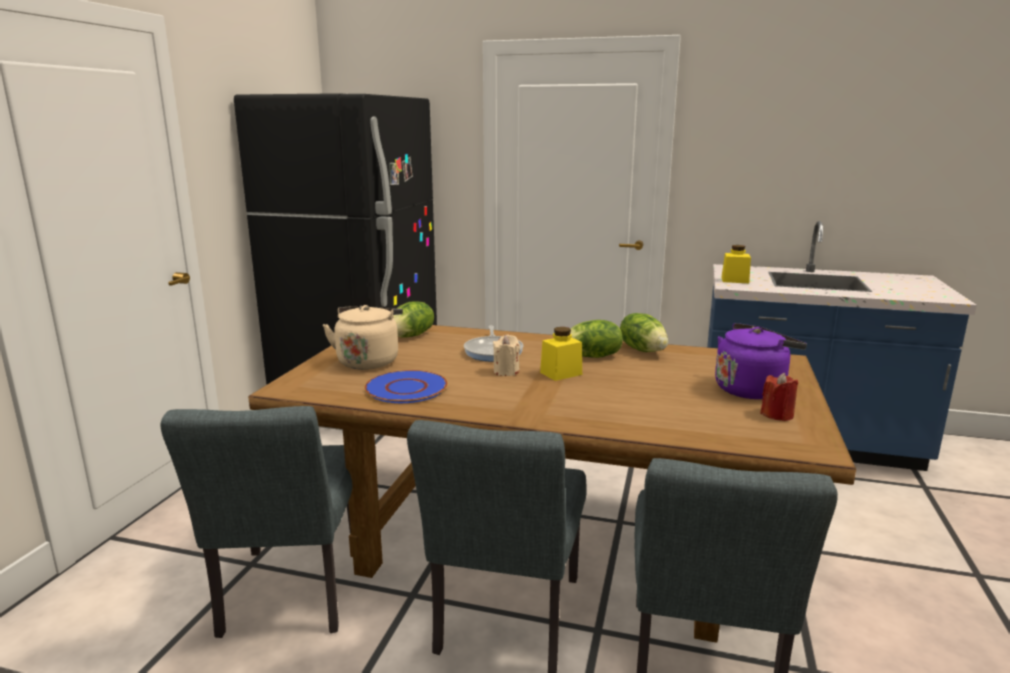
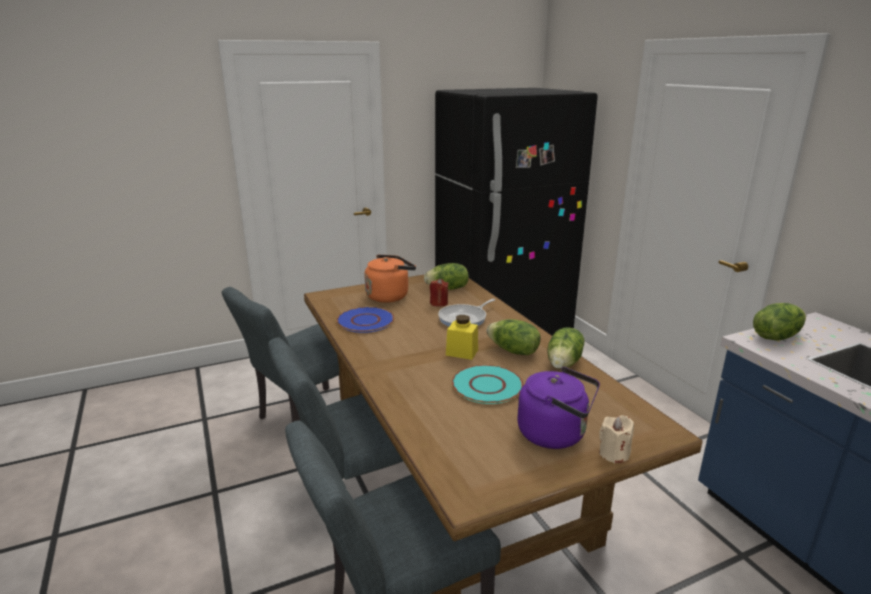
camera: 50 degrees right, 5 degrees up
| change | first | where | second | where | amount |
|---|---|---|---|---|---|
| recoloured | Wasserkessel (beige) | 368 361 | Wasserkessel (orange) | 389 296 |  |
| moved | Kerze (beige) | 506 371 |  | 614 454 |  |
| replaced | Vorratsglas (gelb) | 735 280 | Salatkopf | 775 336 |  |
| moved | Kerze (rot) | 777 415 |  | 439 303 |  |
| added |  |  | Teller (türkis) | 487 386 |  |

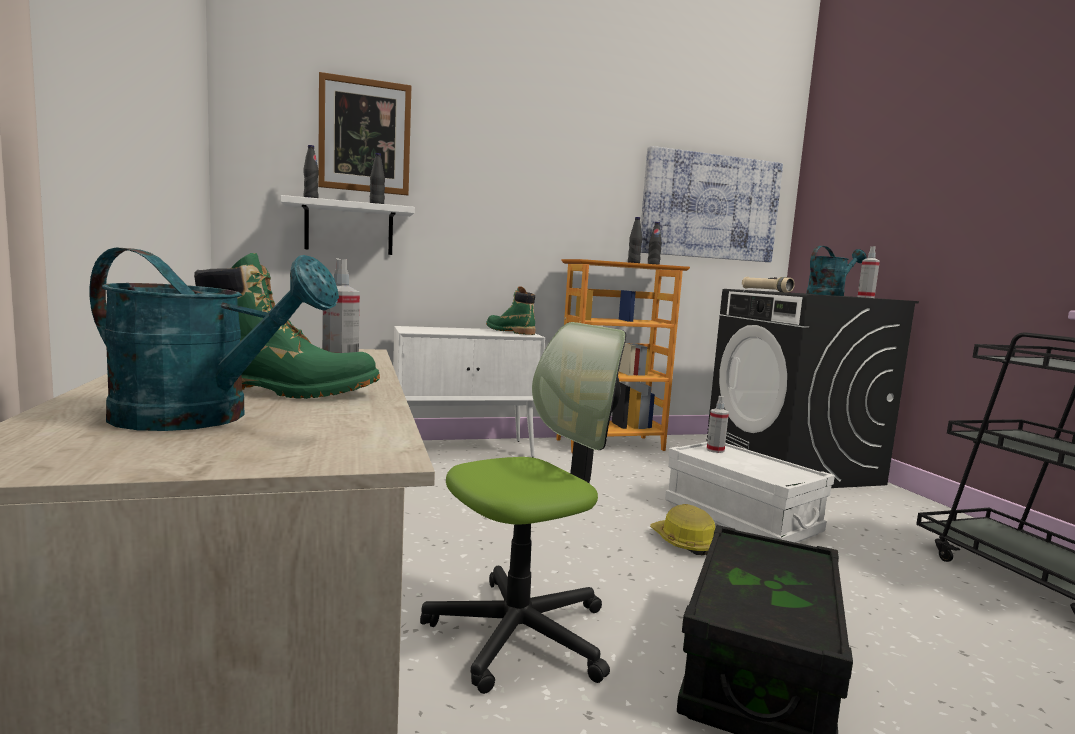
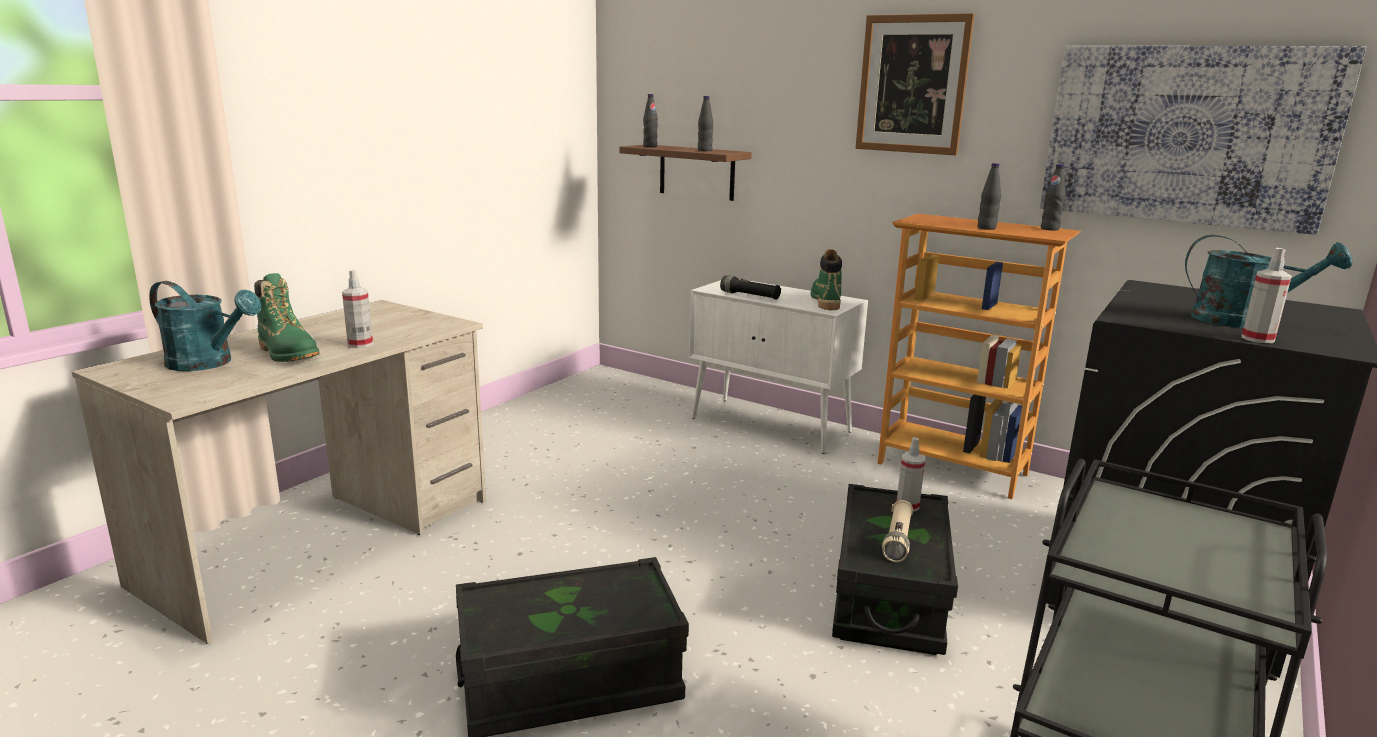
camera: 50 degrees right, 10 degrees up
| change | first | where | second | where | amount |
|---|---|---|---|---|---|
| turned | Gießkanne (türkis) | 201 418 |  | 209 363 | 45 degrees counterclockwise |
| recoloured | Wandregal (weiß) | 349 228 | Wandregal (braun) | 696 172 |  |
| moved | Bild | 365 136 |  | 912 84 |  |
| removed | Bürostuhl | 520 633 |  |  |  |
| removed | Schutzhelm | 683 542 |  |  |  |
| recoloured | Aufbewahrungsbox (weiß) | 741 517 | Aufbewahrungsbox (schwarz) | 888 597 |  |
| moved | Taschenlampe (beige) | 766 291 |  | 897 540 |  |
| added |  |  | Taschenlampe (schwarz) | 749 296 |  |

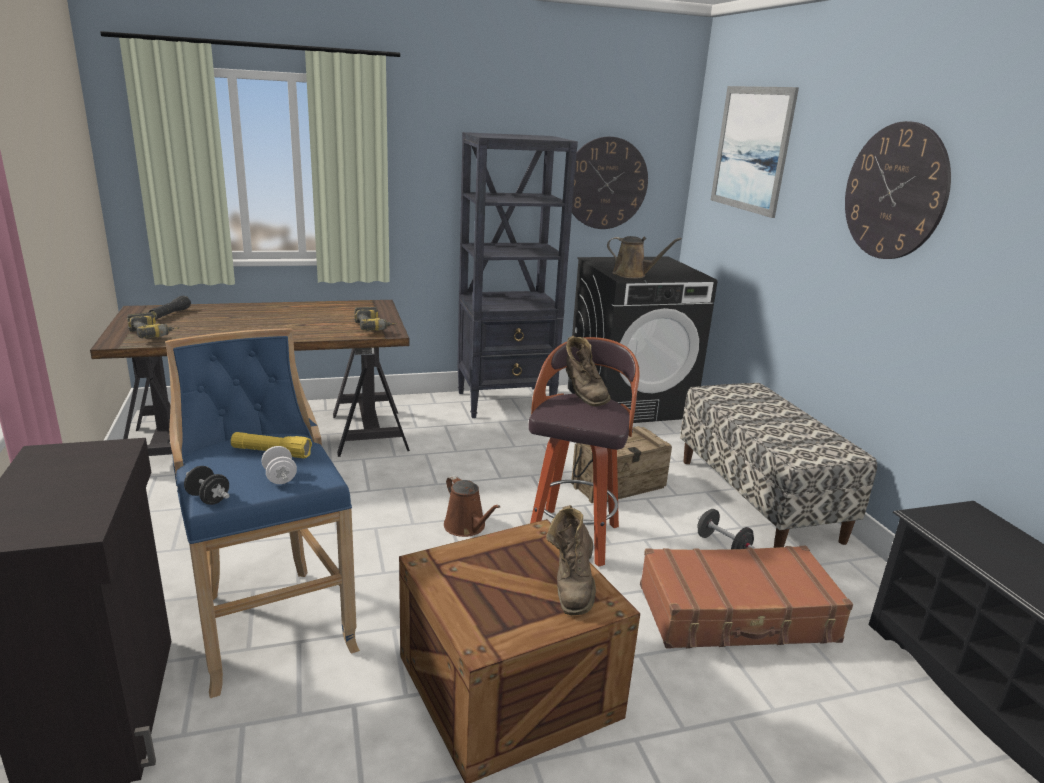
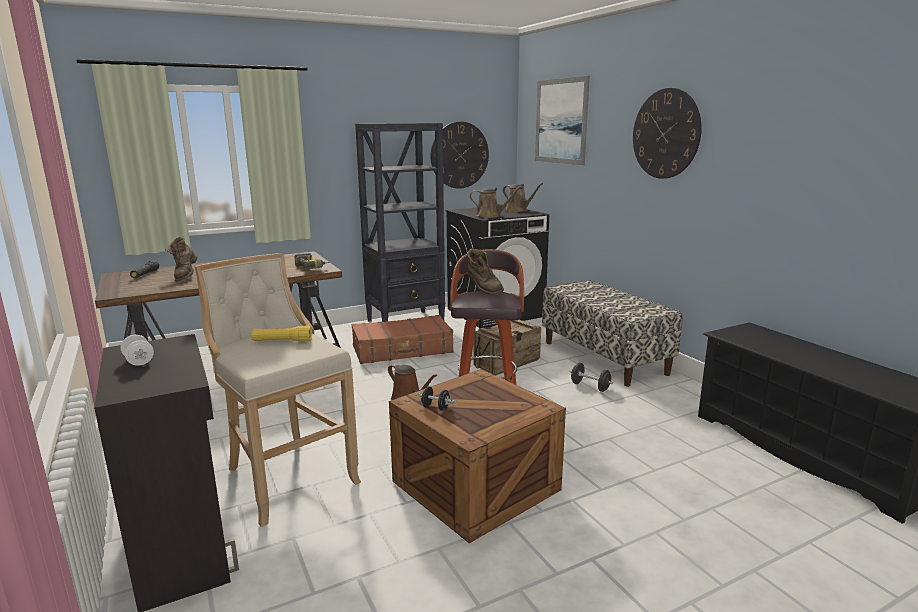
camera: 10 degrees left, 5 degrees down
| change | first | where | second | where | amount |
|---|---|---|---|---|---|
| removed | Bohrmaschine | 155 334 |  |  |  |
| recoloured | Hocker (blau) | 271 622 | Hocker (beige) | 286 476 |  |
| moved | Hantel (schwarz) | 208 498 |  | 435 408 |  |
| moved | Hantel (weiß) | 280 477 |  | 139 361 |  |
| moved | Stiefel (braun) | 572 587 |  | 185 277 |  |
| moved | Koffer (braun) | 737 614 |  | 403 350 |  |
| added |  |  | Gießkanne (braun) | 518 210 |  |

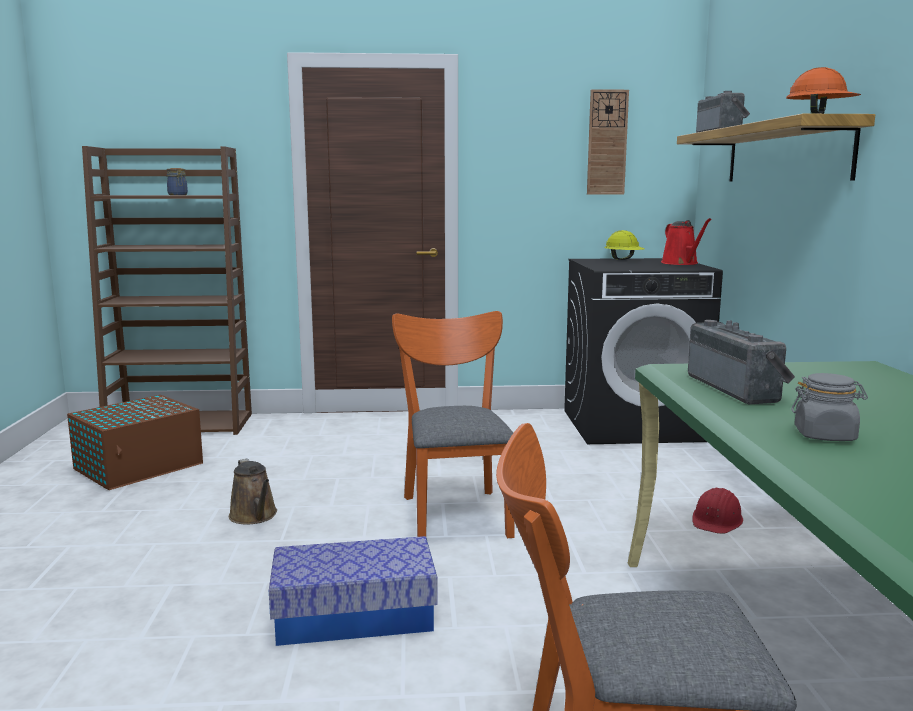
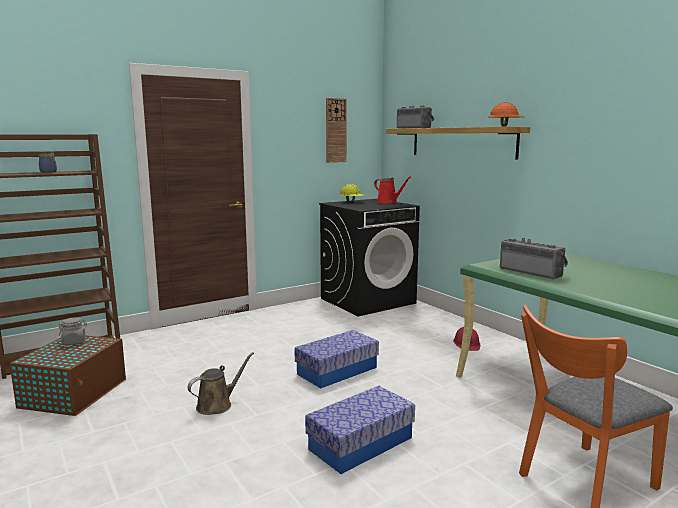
camera: 30 degrees left, 0 degrees up
| change | first | where | second | where | amount |
|---|---|---|---|---|---|
| turned | Gießkanne (braun) | 254 516 |  | 217 405 | 75 degrees counterclockwise |
| replaced | Stuhl (orange) | 455 511 | Aufbewahrungsbox | 337 371 |  |
| moved | Vorratsglas (grau) | 825 435 |  | 74 342 |  |

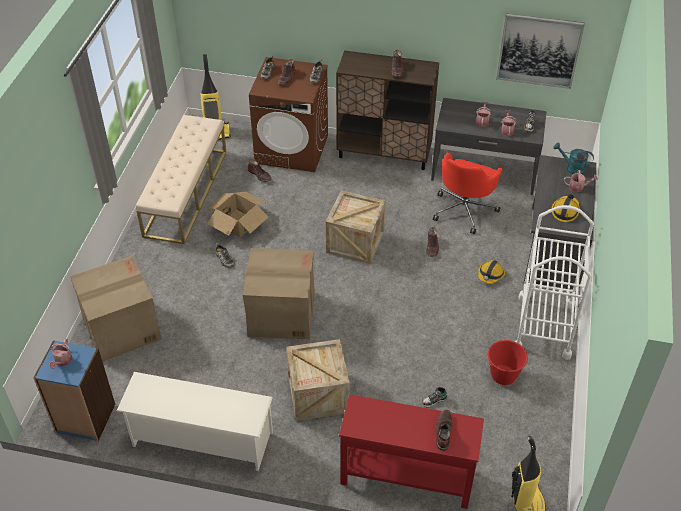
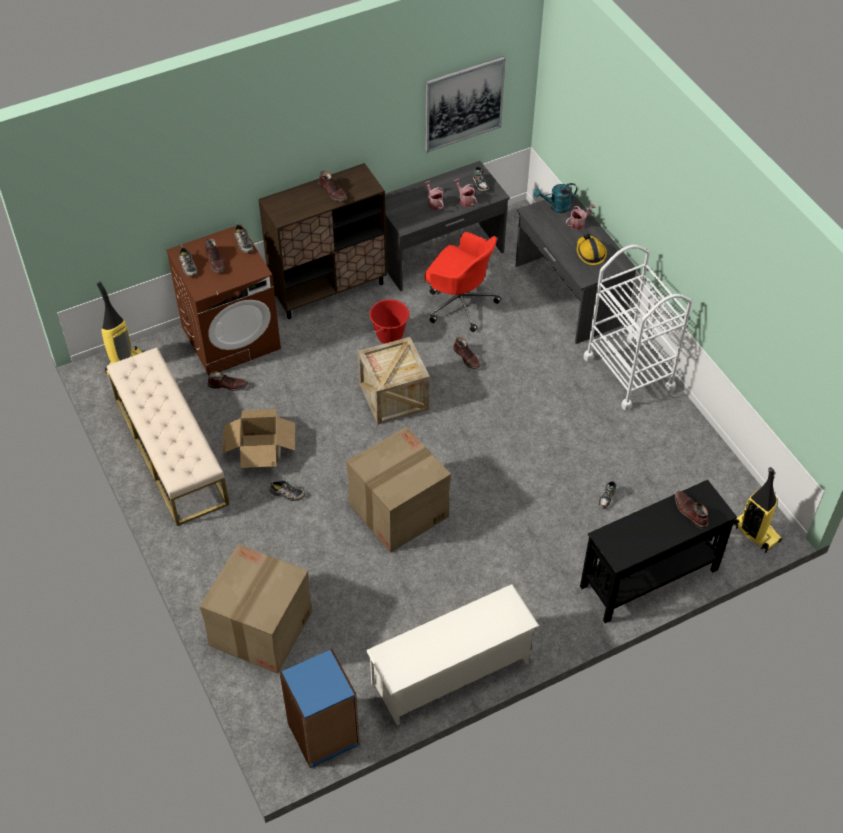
camera: 40 degrees left, 5 degrees up
| change | first | where | second | where | amount |
|---|---|---|---|---|---|
| removed | Gießkanne | 62 361 |  |  |  |
| removed | Kiste | 318 394 |  |  |  |
| recoloured | Konsolentisch (rot) | 406 476 | Konsolentisch (schwarz) | 648 578 |  |
| turned | Bürostuhl (rot) | 464 209 |  | 459 303 | 45 degrees counterclockwise |
| removed | Schutzhelm | 490 275 |  |  |  |
| moved | Eimer (rot) | 503 375 |  | 390 336 |  |

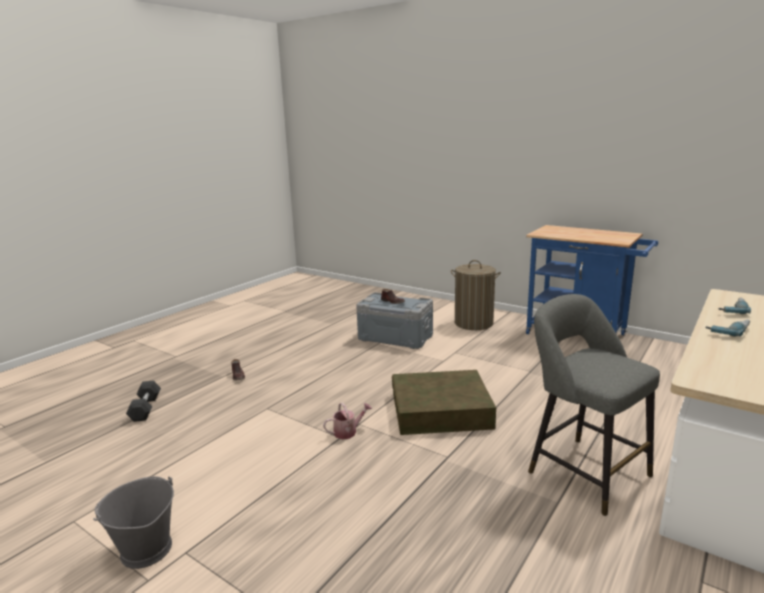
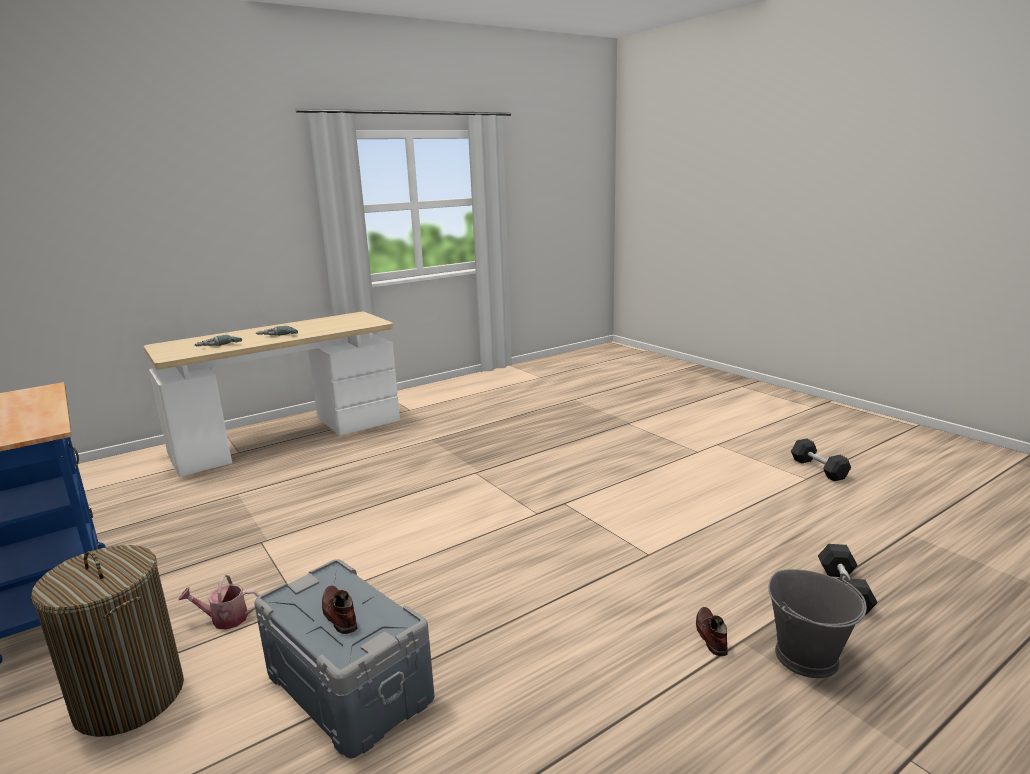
camera: 160 degrees left, 0 degrees up
| change | first | where | second | where | amount |
|---|---|---|---|---|---|
| moved | Eimer (grau) | 145 550 |  | 807 656 |  |
| moved | Gießkanne | 348 432 |  | 224 619 |  |
| removed | Aufbewahrungsbox (braun) | 441 410 |  |  |  |
| removed | Hocker (grau) | 583 471 |  |  |  |
| added |  |  | Hantel (schwarz) | 818 469 |  |

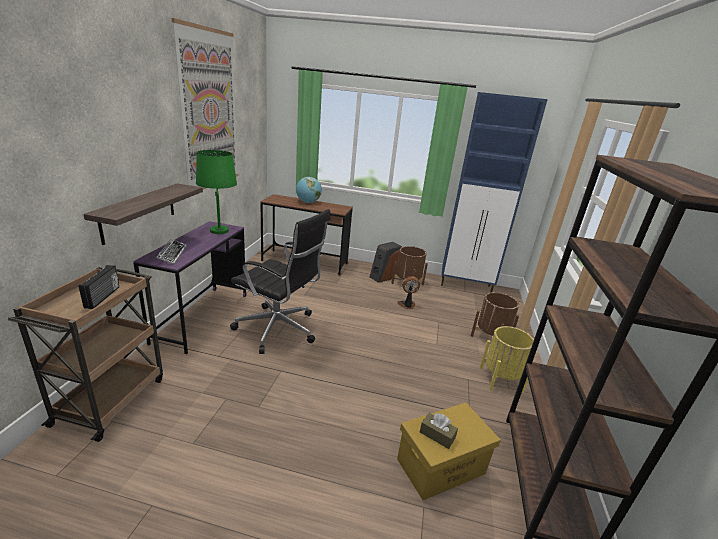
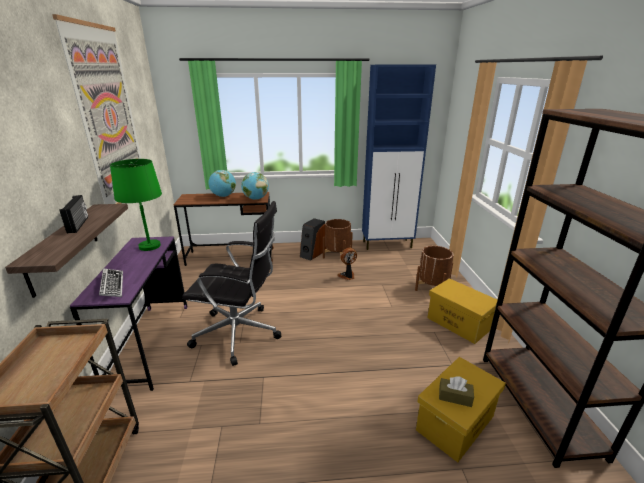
camera: 15 degrees left, 0 degrees up
| change | first | where | second | where | amount |
|---|---|---|---|---|---|
| moved | Radio | 103 297 |  | 79 224 |  |
| replaced | Pflanzkübel (gelb) | 501 379 | Aufbewahrungsbox (gelb) | 459 323 |  |
| added |  |  | Globus | 256 199 |  |

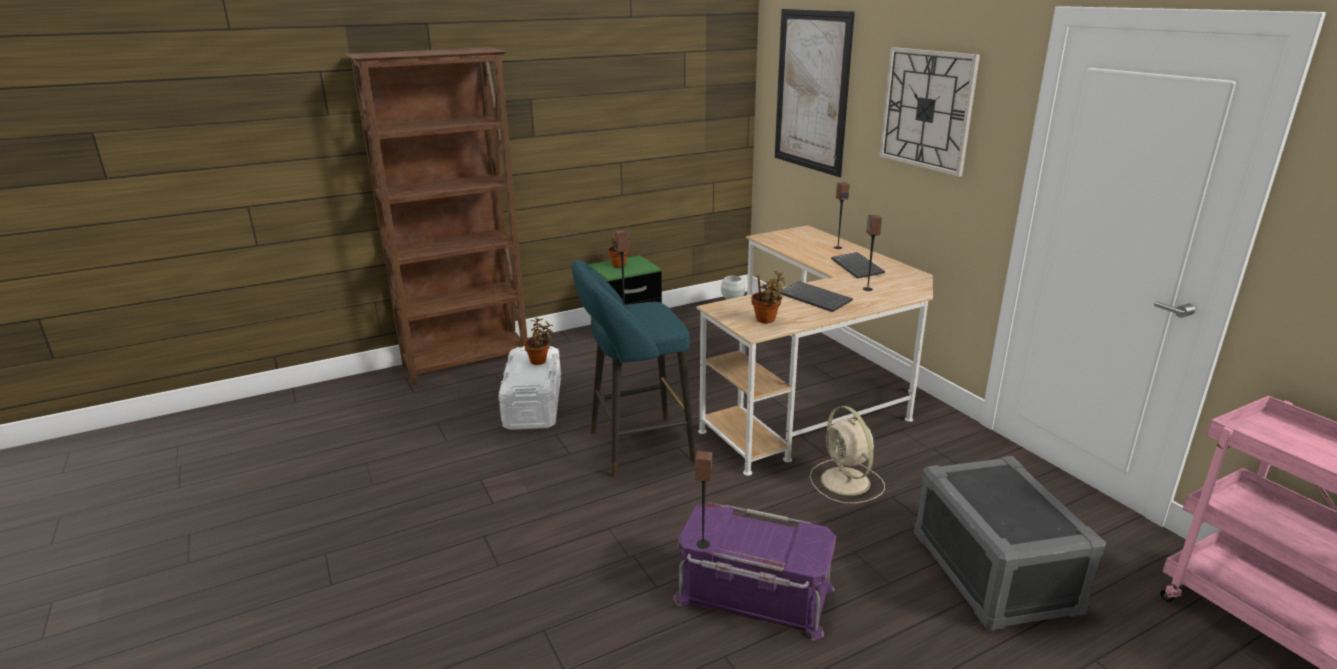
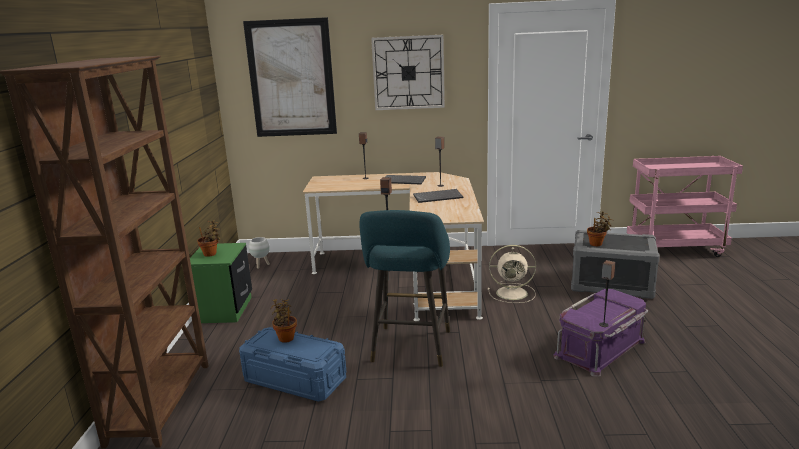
camera: 60 degrees left, 5 degrees down
| change | first | where | second | where | amount |
|---|---|---|---|---|---|
| recoloured | Aufbewahrungsbox (weiß) | 533 404 | Aufbewahrungsbox (blau) | 295 379 |  |
| moved | Topfpflanze | 766 320 |  | 597 244 |  |

